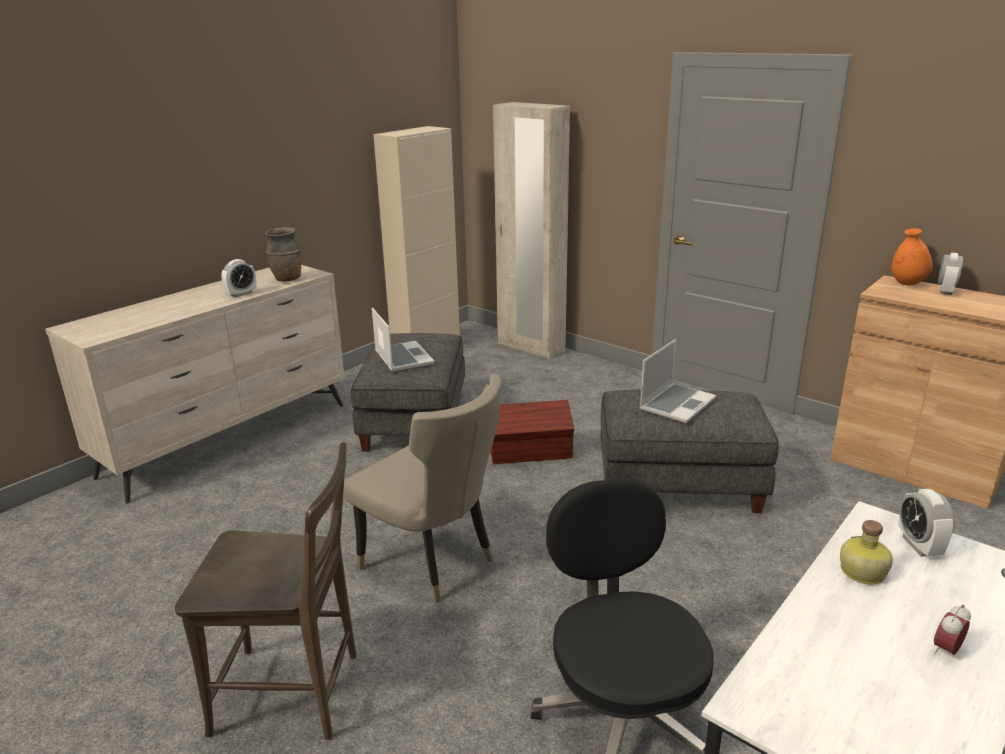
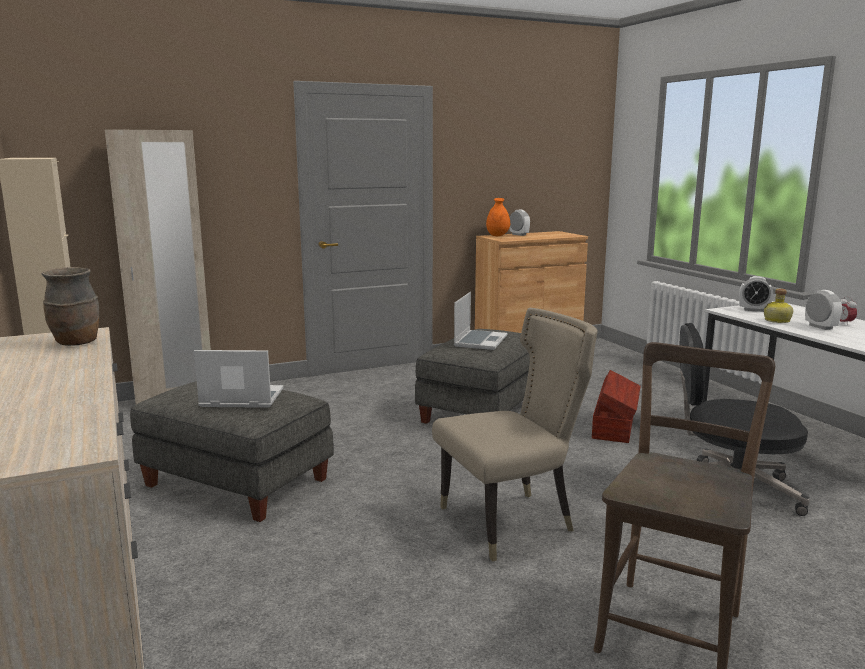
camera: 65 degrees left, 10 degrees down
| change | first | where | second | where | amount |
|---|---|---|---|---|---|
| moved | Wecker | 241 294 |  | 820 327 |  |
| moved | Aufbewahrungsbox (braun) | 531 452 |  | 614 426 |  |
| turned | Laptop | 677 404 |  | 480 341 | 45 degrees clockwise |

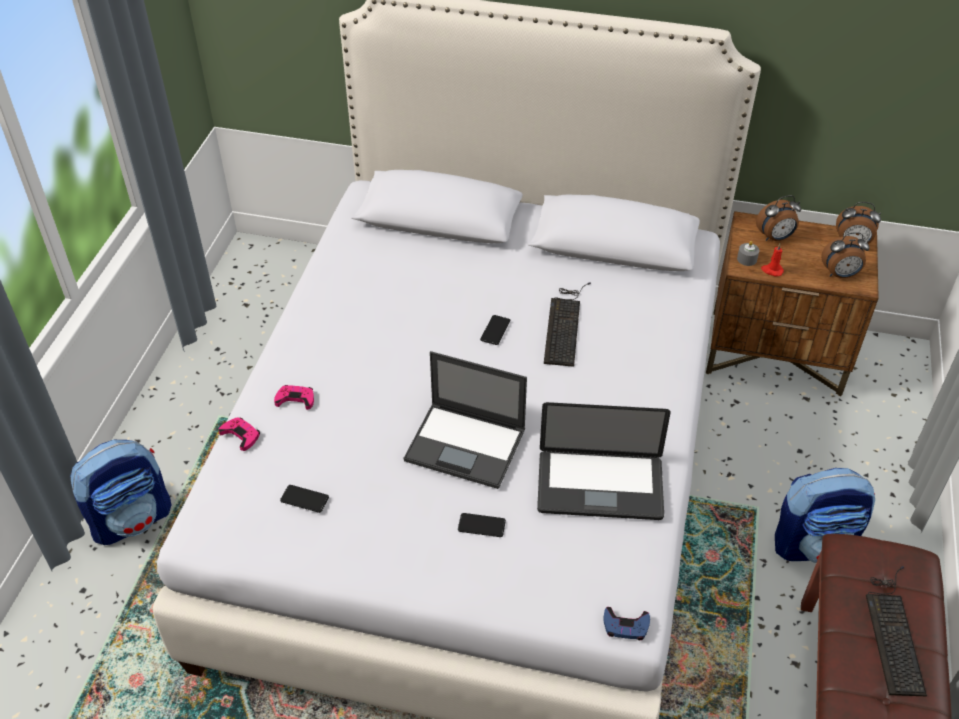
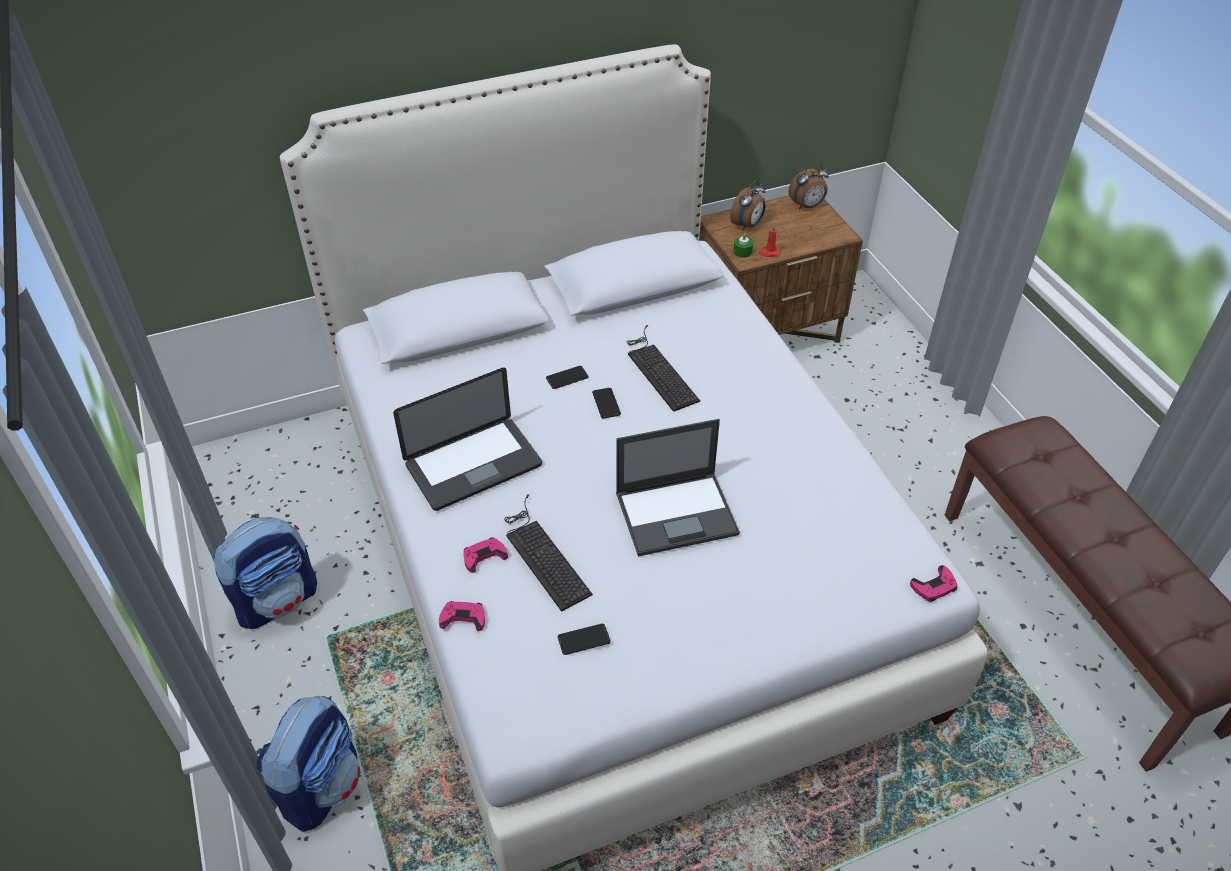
camera: 35 degrees left, 0 degrees up
| change | first | where | second | where | amount |
|---|---|---|---|---|---|
| moved | Handy | 481 525 |  | 567 378 |  |
| moved | Laptop | 600 486 |  | 473 465 |  |
| recoloured | Gamepad (blau) | 625 626 | Gamepad (rosa) | 934 587 |  |
| recoloured | Kerze (grau) | 747 259 | Kerze (grün) | 742 252 |  |
| moved | Rucksack | 814 544 |  | 278 600 |  |
| removed | Wecker | 840 274 |  |  |  |
| moved | Tastatur | 893 631 |  | 543 554 |  |

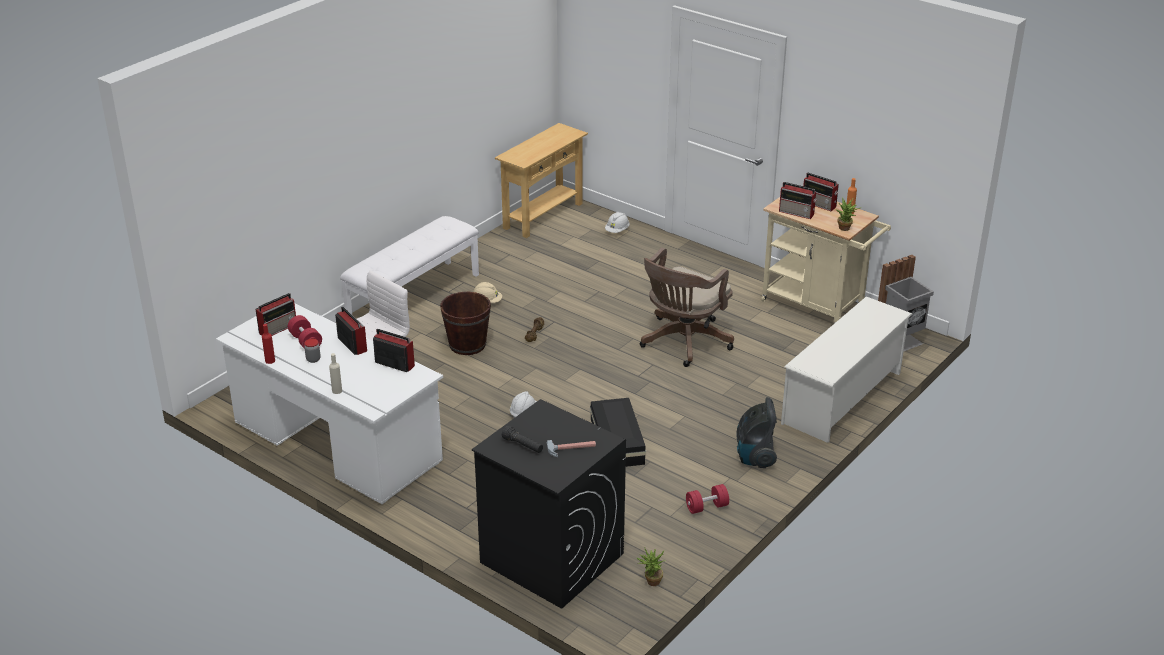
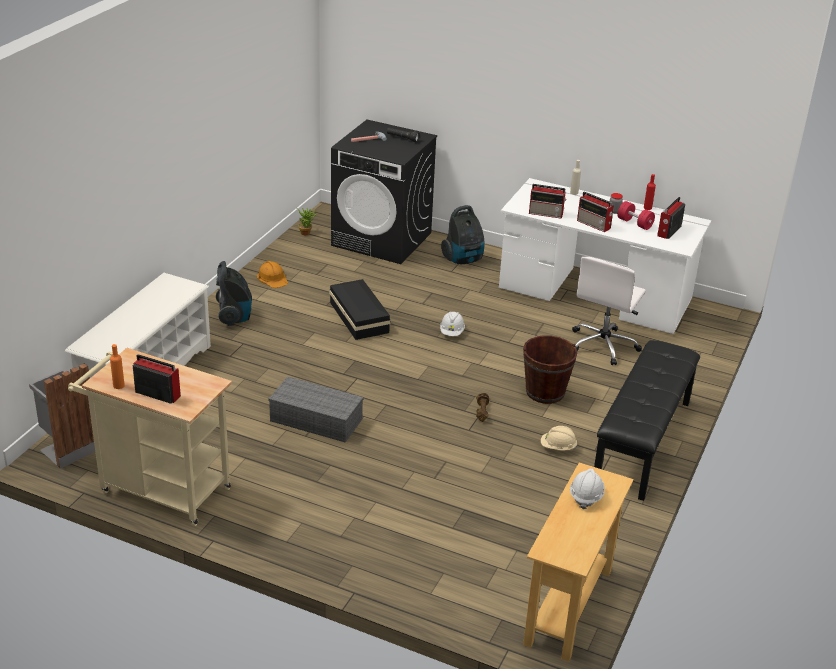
camera: 165 degrees right, 0 degrees up
| change | first | where | second | where | amount |
|---|---|---|---|---|---|
| recoloured | Bank (weiß) | 413 297 | Bank (schwarz) | 643 442 |  |
| moved | Schutzhelm (weiß) | 617 230 |  | 586 496 |  |
| replaced | Bürostuhl (braun) | 683 343 | Aufbewahrungsbox (grau) | 317 420 |  |
| replaced | Hantel (rot) | 706 507 | Schutzhelm (orange) | 272 278 |  |
| removed | Radio | 797 213 |  |  |  |
| removed | Topfpflanze | 845 229 |  |  |  |
| added |  |  | Staubsauger | 463 259 |  |

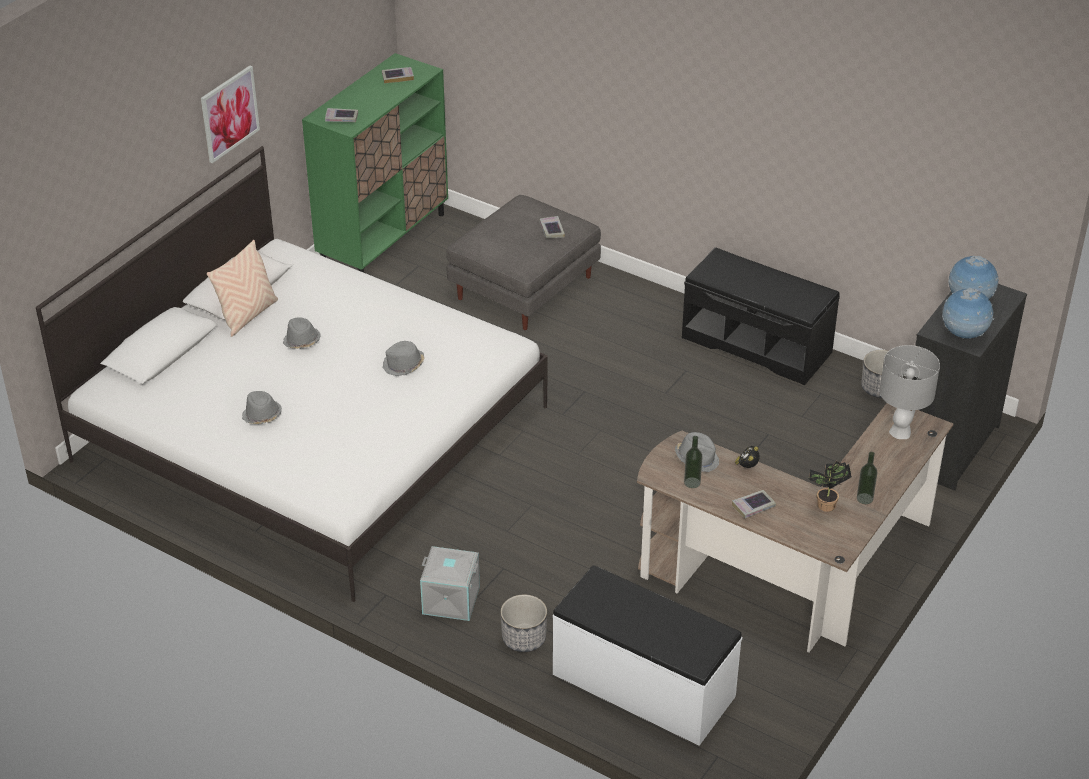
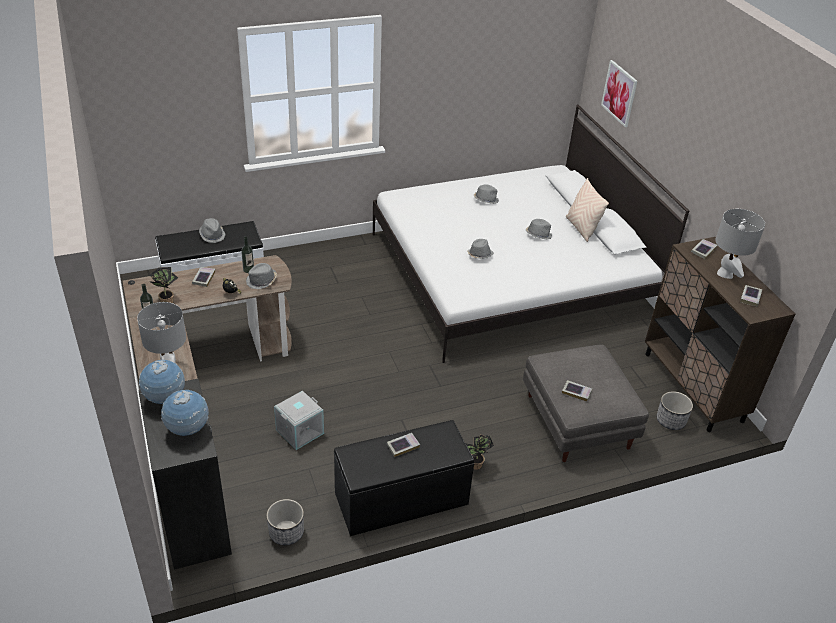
camera: 125 degrees right, 0 degrees up
| change | first | where | second | where | amount |
|---|---|---|---|---|---|
| moved | Bild | 229 113 |  | 619 93 |  |
| recoloured | Schrank (grün) | 384 239 | Schrank (braun) | 693 387 |  |
| moved | Aufbewahrungsbox (grau) | 450 601 |  | 299 431 |  |
| moved | Pflanzkübel | 524 638 |  | 670 420 |  |
| added |  |  | Hut (grau) | 212 235 |  |
| added |  |  | Buch | 403 446 |  |
| added |  |  | Topfpflanze | 475 466 |  |
| added |  |  | Tischlampe (grau) | 725 274 |  |

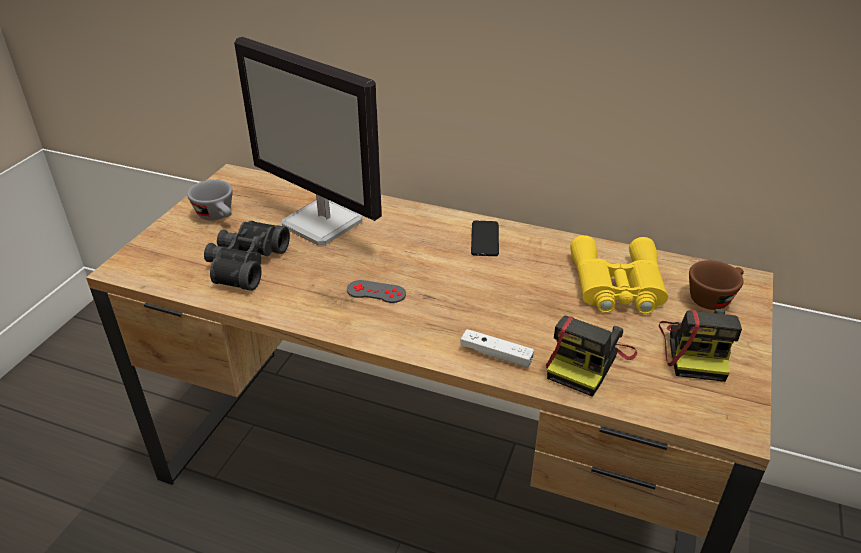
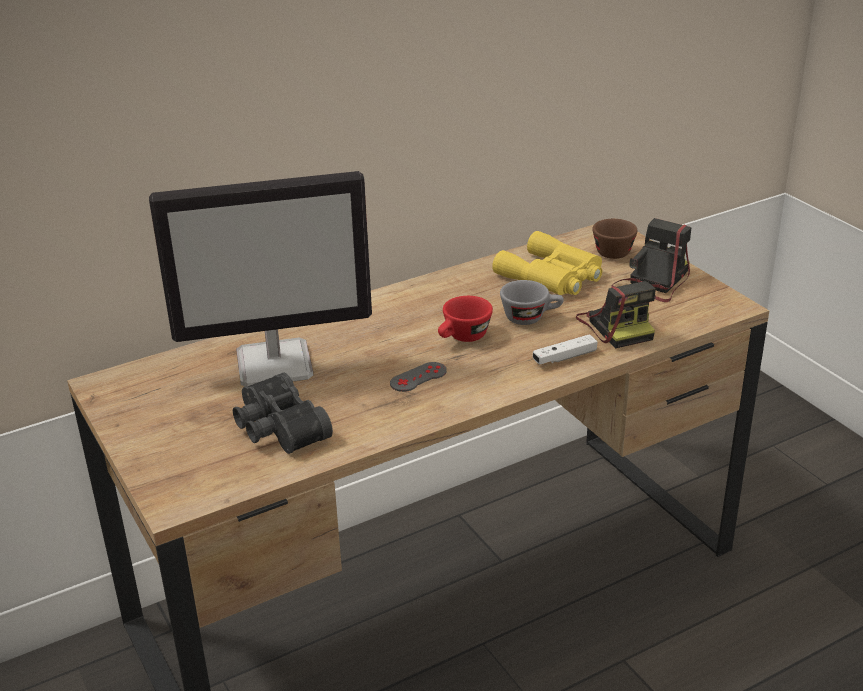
camera: 50 degrees left, 5 degrees down
| change | first | where | second | where | amount |
|---|---|---|---|---|---|
| moved | Tasse (grau) | 218 216 |  | 531 317 |  |
| removed | Handy | 485 239 |  |  |  |
| turned | Kamera | 696 349 |  | 653 282 | 105 degrees counterclockwise |
| added |  |  | Tasse (rot) | 463 338 |  |

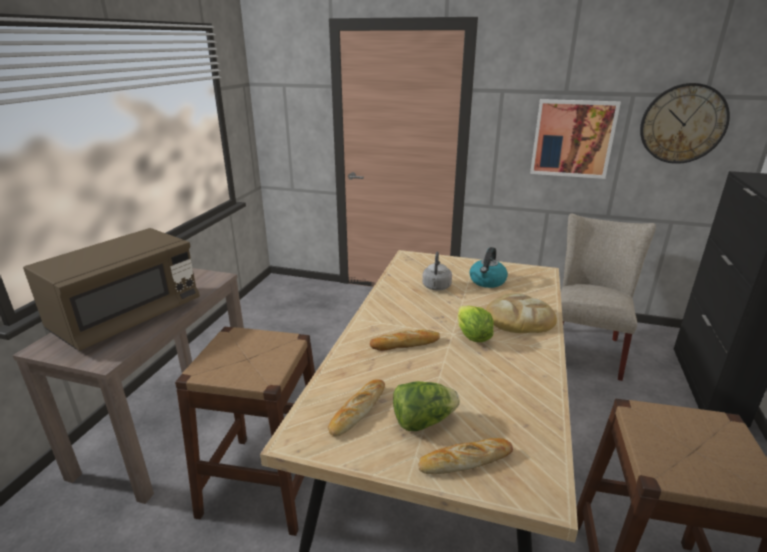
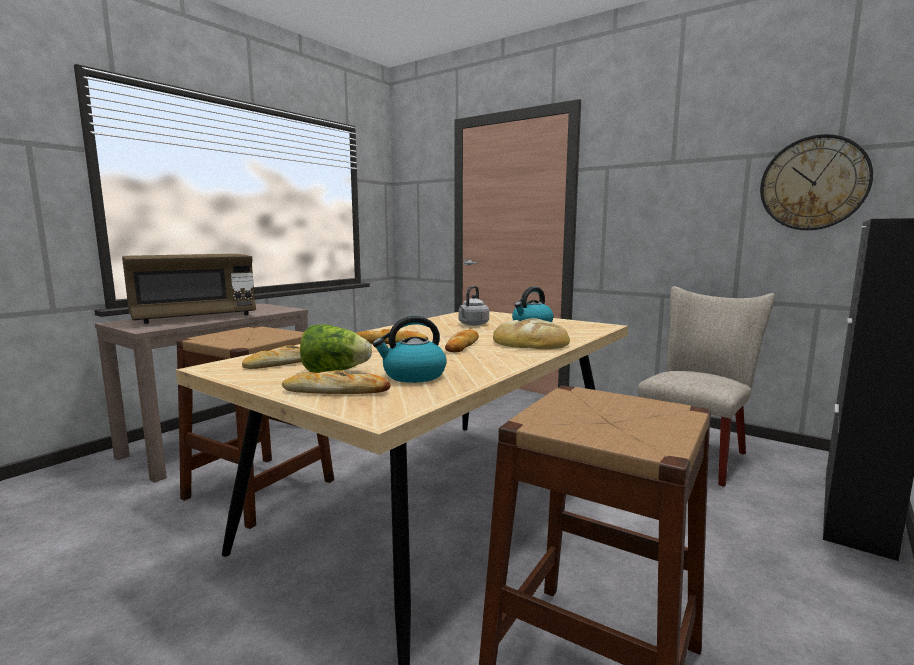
camera: 20 degrees right, 15 degrees down
| change | first | where | second | where | amount |
|---|---|---|---|---|---|
| replaced | Salatkopf | 472 337 | Brot | 462 345 |  |
| removed | Bild | 572 138 |  |  |  |
| added |  |  | Wasserkessel | 413 376 |  |

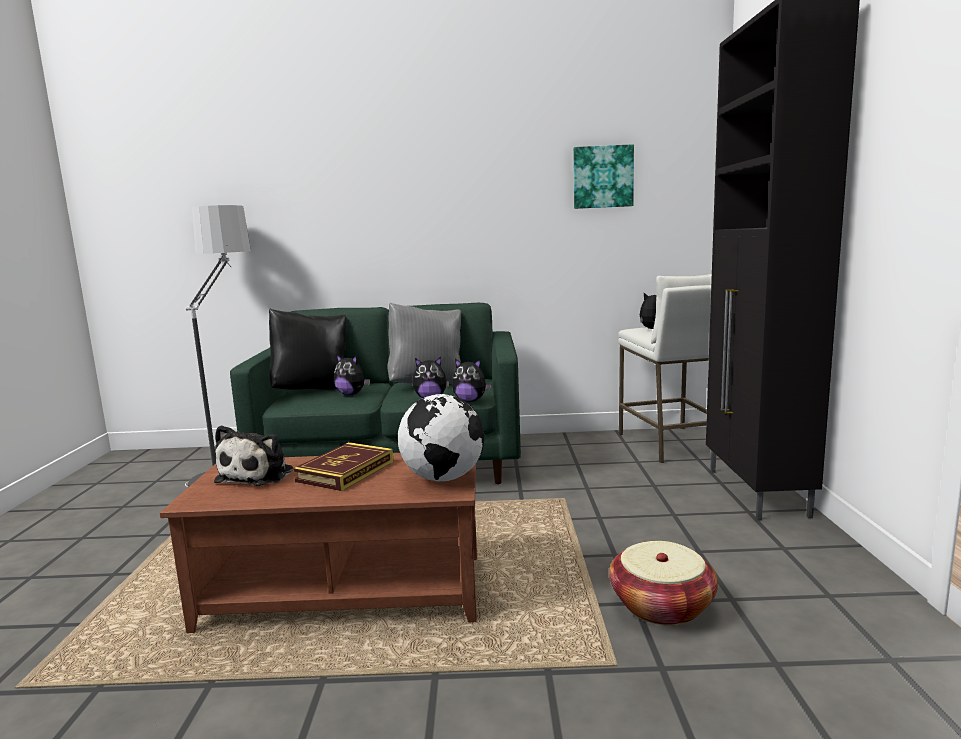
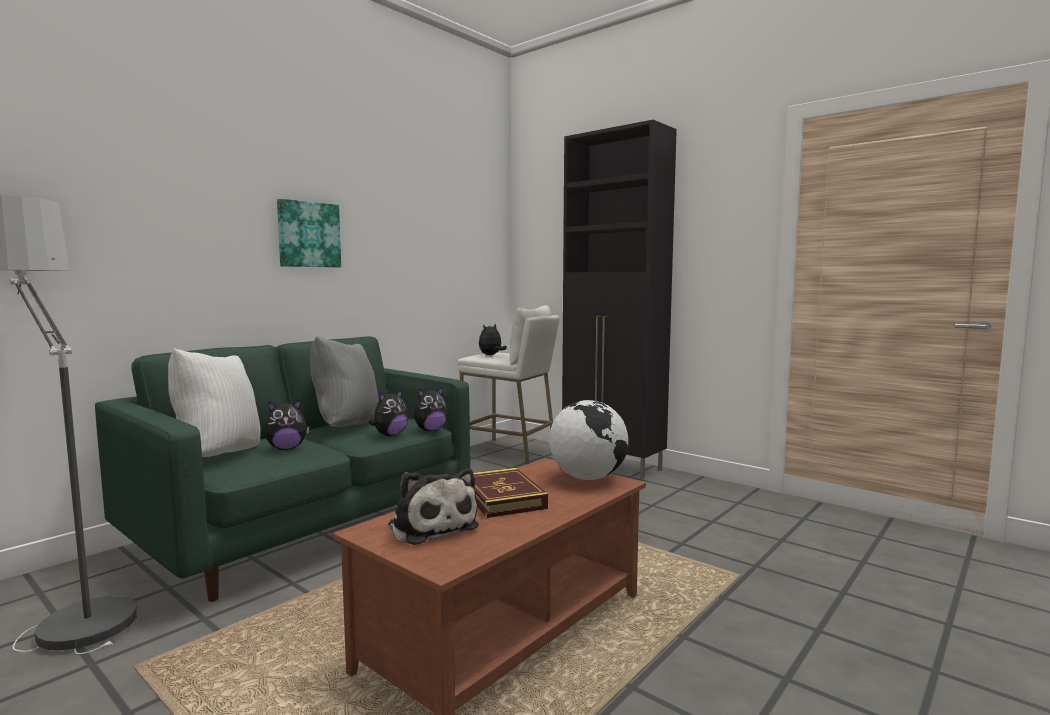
camera: 50 degrees left, 5 degrees down
| change | first | where | second | where | amount |
|---|---|---|---|---|---|
| recoloured | Kissen (schwarz) | 313 390 | Kissen (weiß) | 218 455 |  |
| moved | Bild | 602 177 |  | 308 234 |  |
| removed | Korb | 661 605 |  |  |  |

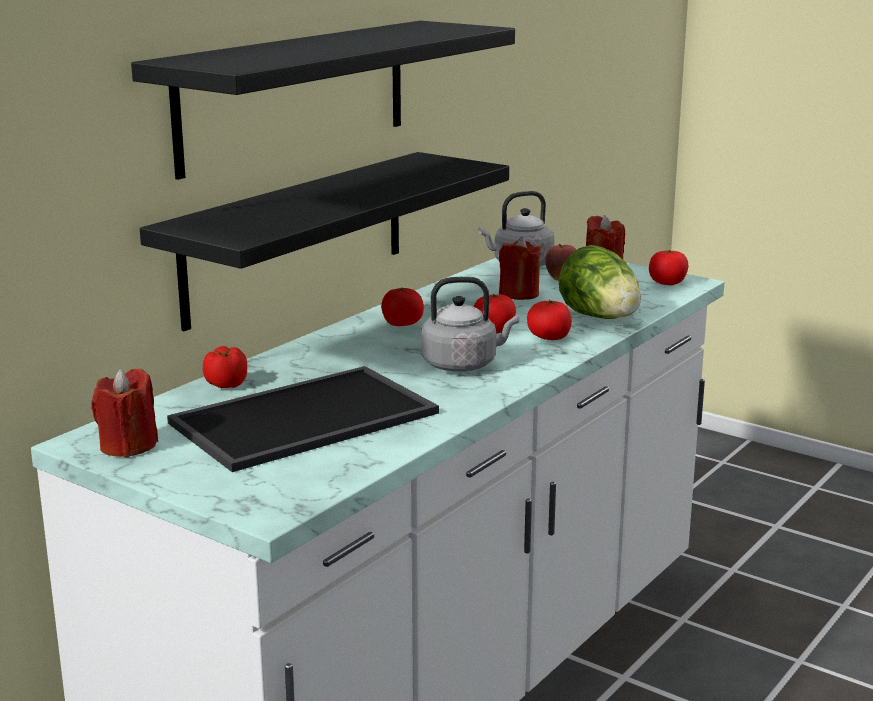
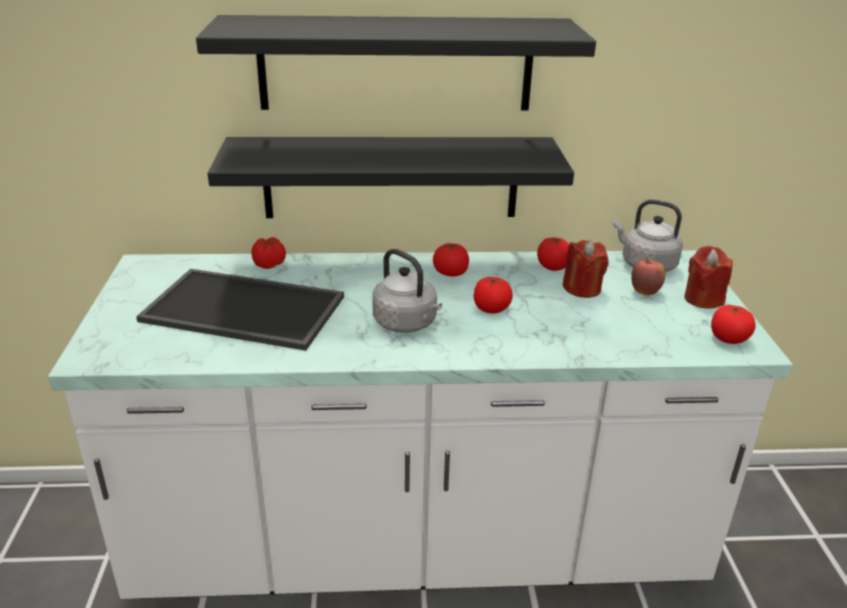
camera: 50 degrees right, 10 degrees up
| change | first | where | second | where | amount |
|---|---|---|---|---|---|
| removed | Kerze (rot) | 128 446 |  |  |  |
| moved | Tomate | 549 338 |  | 552 267 |  |
| removed | Salatkopf | 601 318 |  |  |  |

